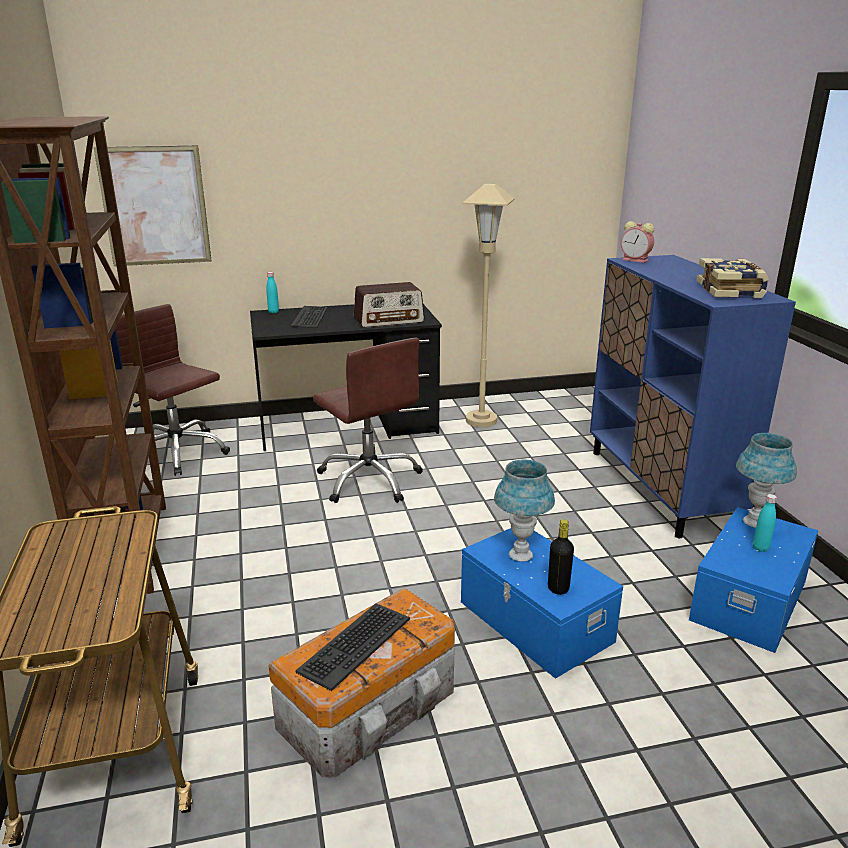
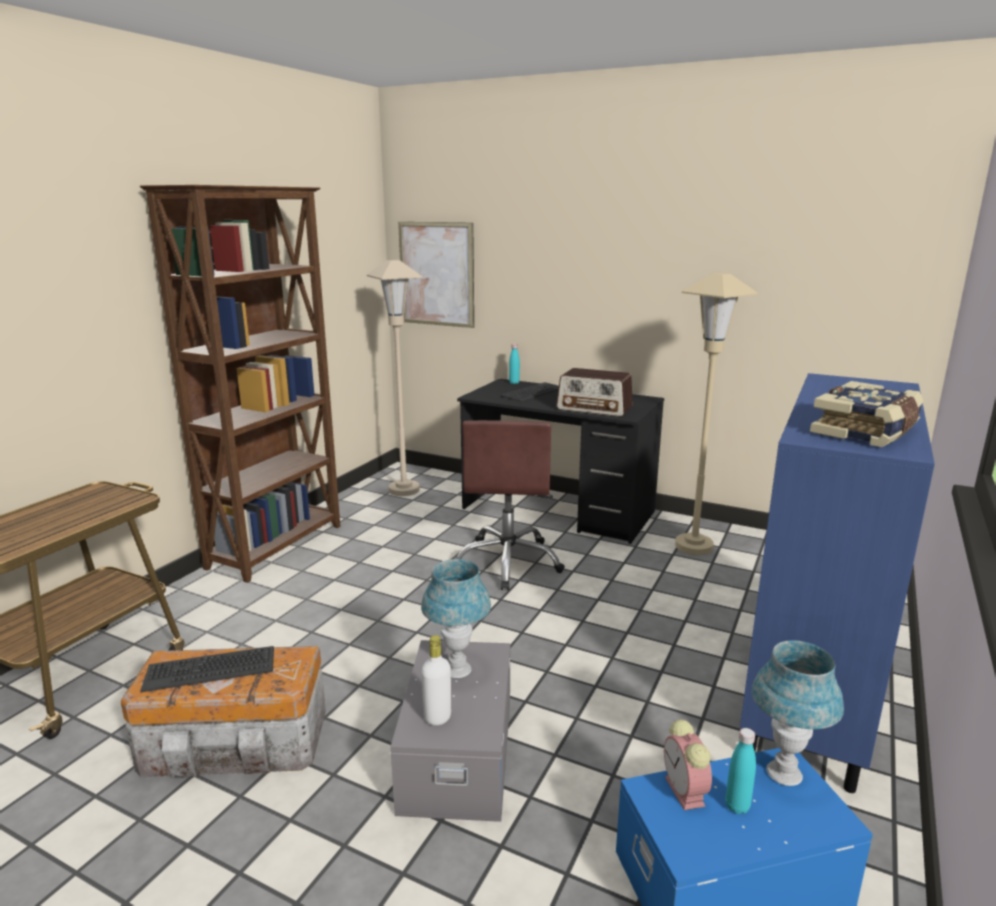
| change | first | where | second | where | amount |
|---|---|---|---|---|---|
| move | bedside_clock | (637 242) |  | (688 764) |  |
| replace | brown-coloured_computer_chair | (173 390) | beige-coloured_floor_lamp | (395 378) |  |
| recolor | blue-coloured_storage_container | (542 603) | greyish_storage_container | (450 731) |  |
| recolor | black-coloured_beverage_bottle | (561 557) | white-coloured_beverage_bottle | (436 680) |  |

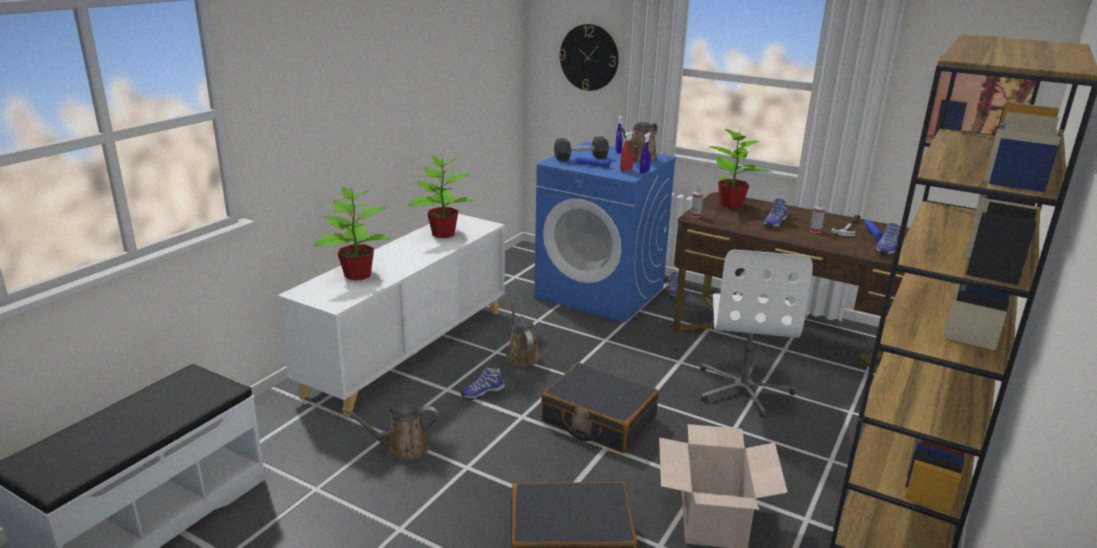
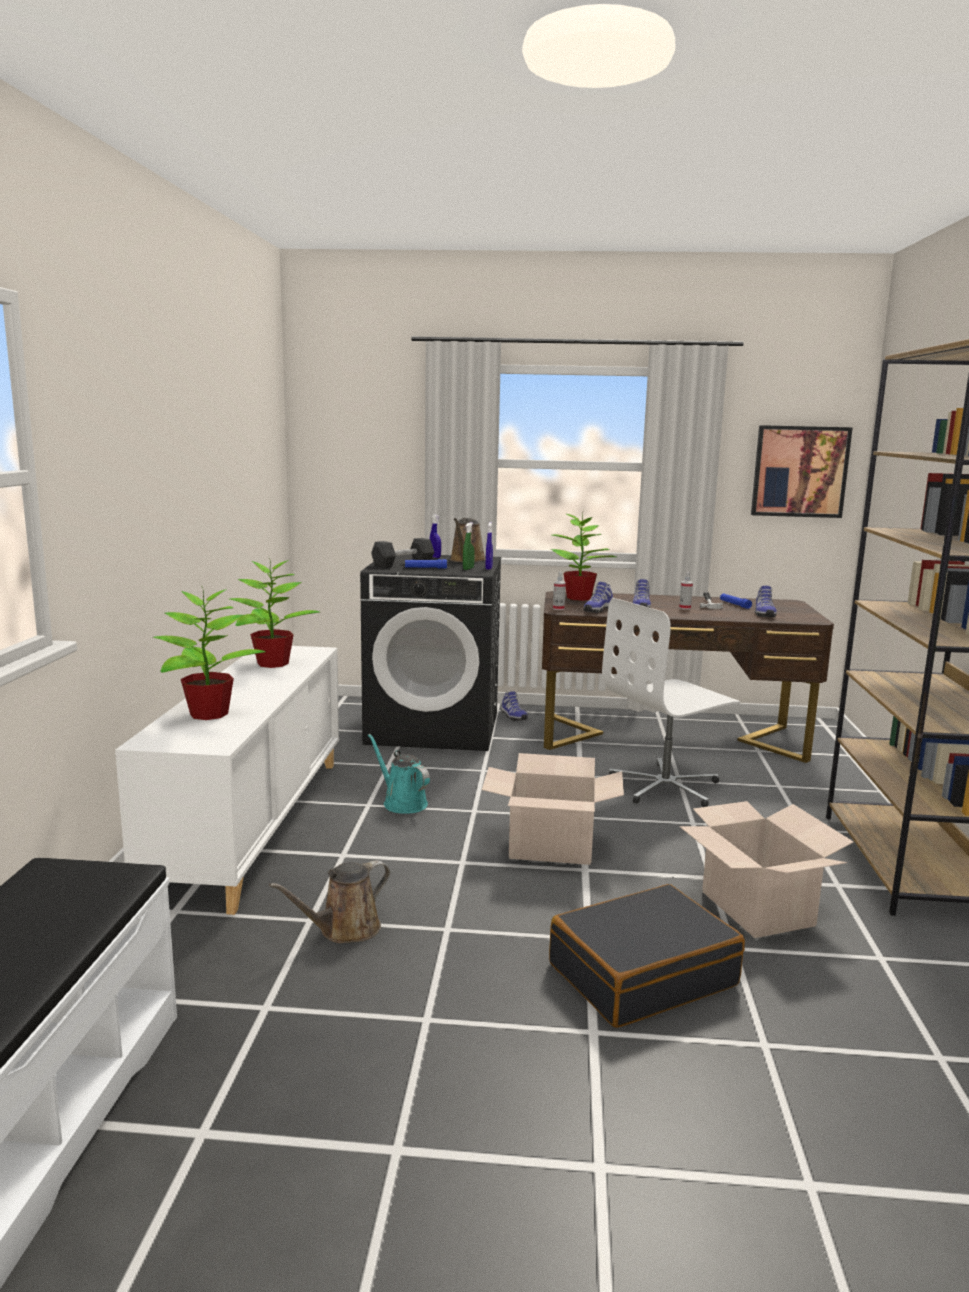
| change | first | where | second | where | amount |
|---|---|---|---|---|---|
| delete | clock_on_the_wall | (589 57) |  |  |  |
| move | shoe | (483 384) |  | (598 597) |  |
| replace | black-coloured_piece_of_luggage | (600 408) | packing_box | (553 809) |  |
| recolor | brown-coloured_watering_pot | (523 332) | turquoise-coloured_watering_pot | (399 774) |  |
| recolor | blue-coloured_laundry_machine | (605 232) | black-coloured_laundry_machine | (430 652) |  |
| recolor | reddish_hand_sprayer | (627 151) | green_hand_sprayer | (469 546) |  |
| rotate | white-coloured_computer_chair | (757 333) |  | (671 702) | 75 degrees clockwise |

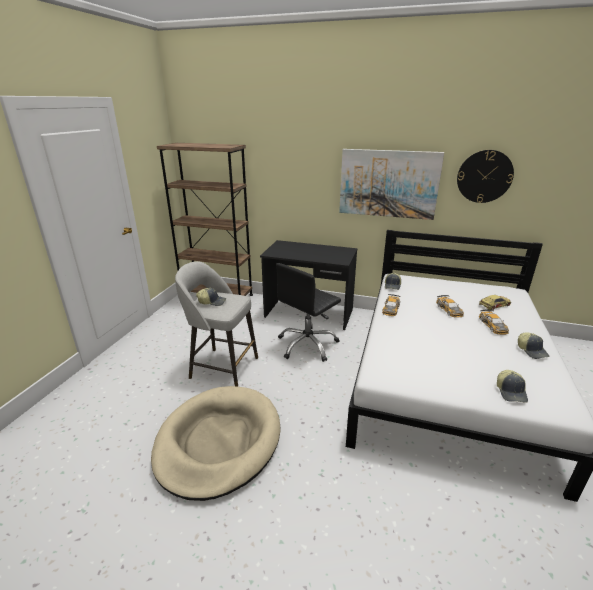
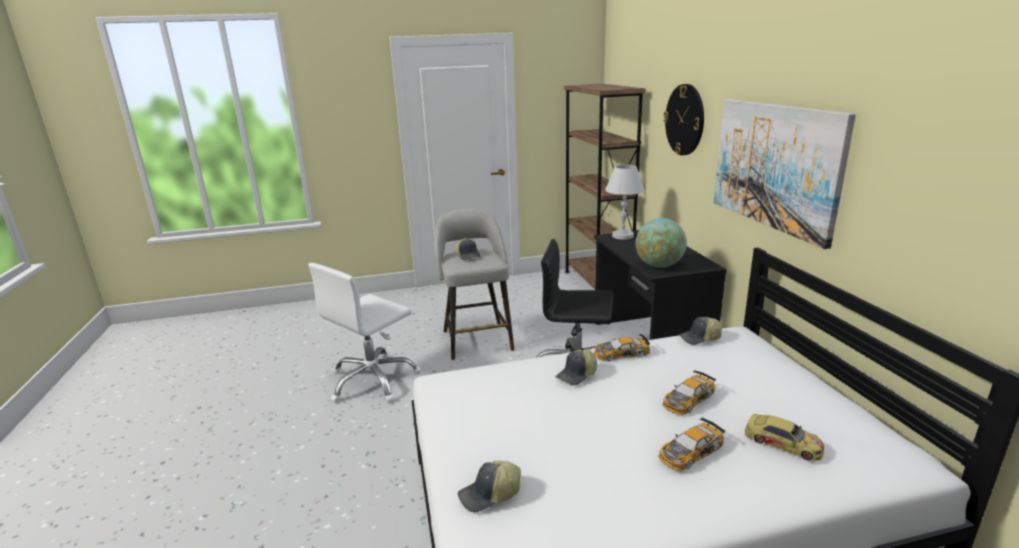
| change | first | where | second | where | amount |
|---|---|---|---|---|---|
| insert |  |  | white-coloured_lamp_for_a_table | (625 202) |  |
| insert |  |  | globe | (661 243) |  |
| move | clock_on_the_wall | (485 176) |  | (683 119) |  |
| move | cap | (534 346) |  | (576 367) |  |
| replace | beige-coloured_dog_bed | (215 443) | white-coloured_computer_chair | (364 333) |  |

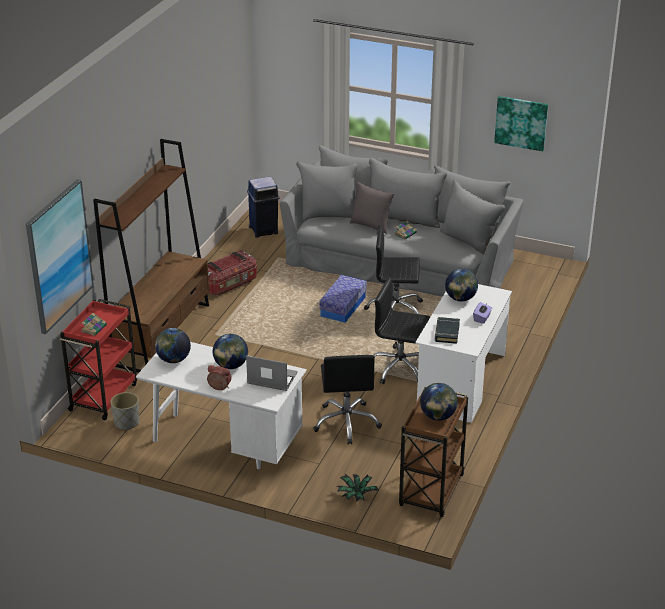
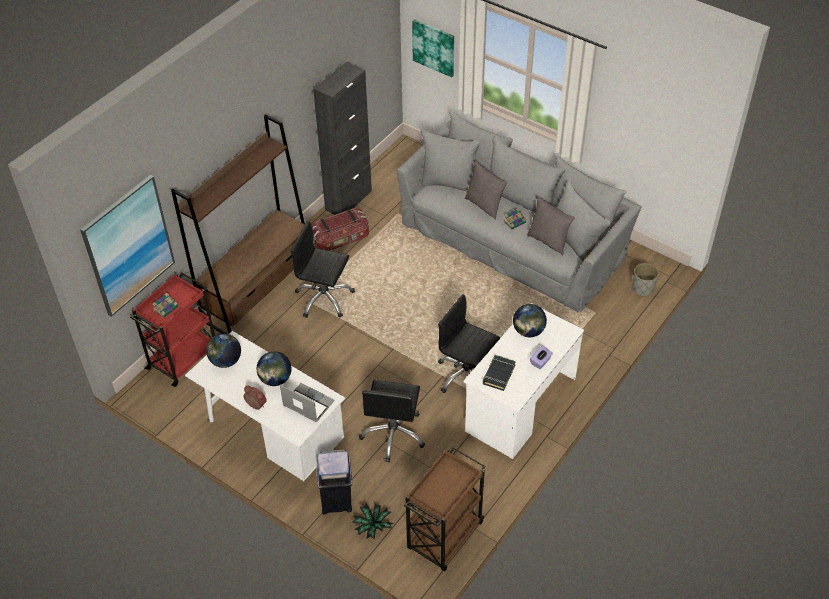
| change | first | where | second | where | amount |
|---|---|---|---|---|---|
| delete | storage_container | (343 299) |  |  |  |
| delete | globe | (439 402) |  |  |  |
| insert |  |  | black-coloured_cabinet | (342 138) |  |
| insert |  |  | greyish_pillow | (551 226) |  |
| move | greyish_flower_pot | (125 411) |  | (645 279) |  |
| move | blue-coloured_rubbish_bin | (263 207) |  | (334 481) |  |
| move | black-coloured_computer_chair | (393 269) |  | (322 269) |  |
| move | wall_picture | (521 123) |  | (433 48) |  |

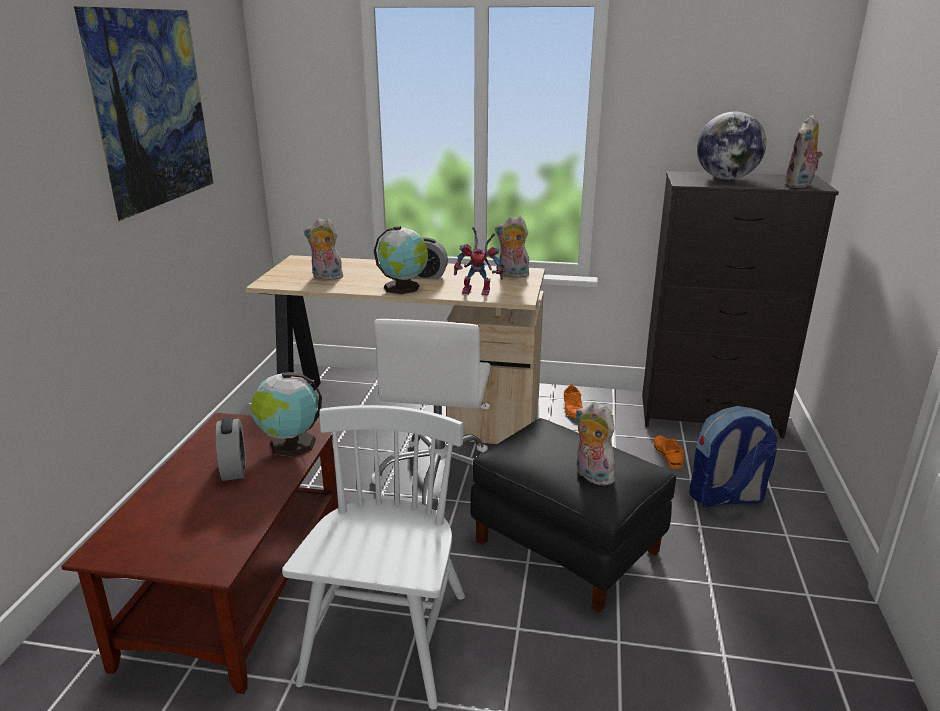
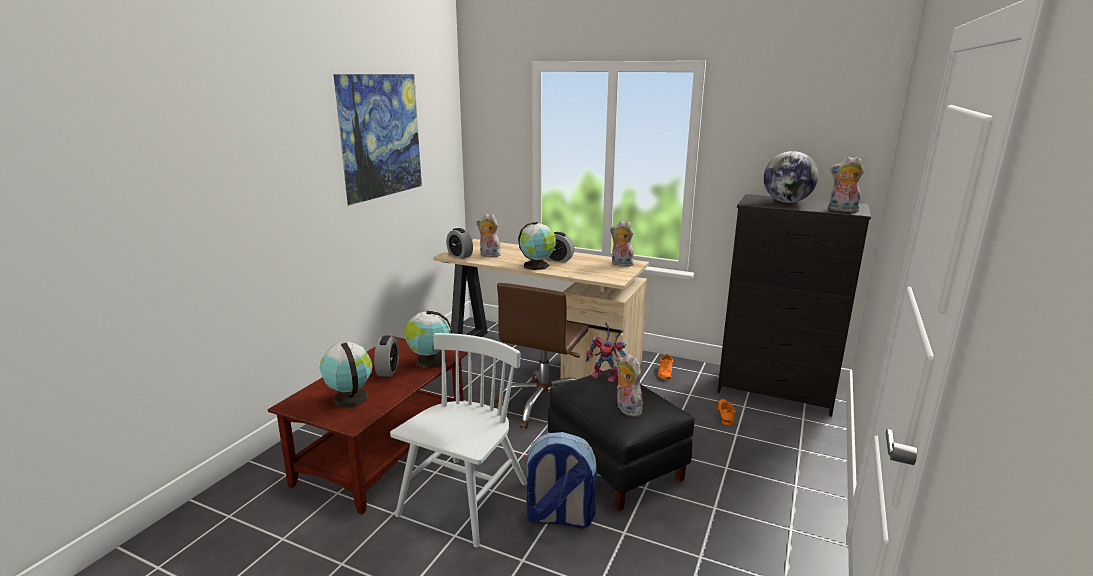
| change | first | where | second | where | amount |
|---|---|---|---|---|---|
| insert |  |  | globe | (346 375) |  |
| insert |  |  | bedside_clock | (459 243) |  |
| move | model_robot | (478 261) |  | (606 352) |  |
| move | knapsack | (733 456) |  | (560 480) |  |
| recolor | white-coloured_computer_chair | (431 412) | brown-coloured_computer_chair | (542 356) |  |
| rotate | plush_toy | (803 151) |  | (846 184) | 60 degrees clockwise |

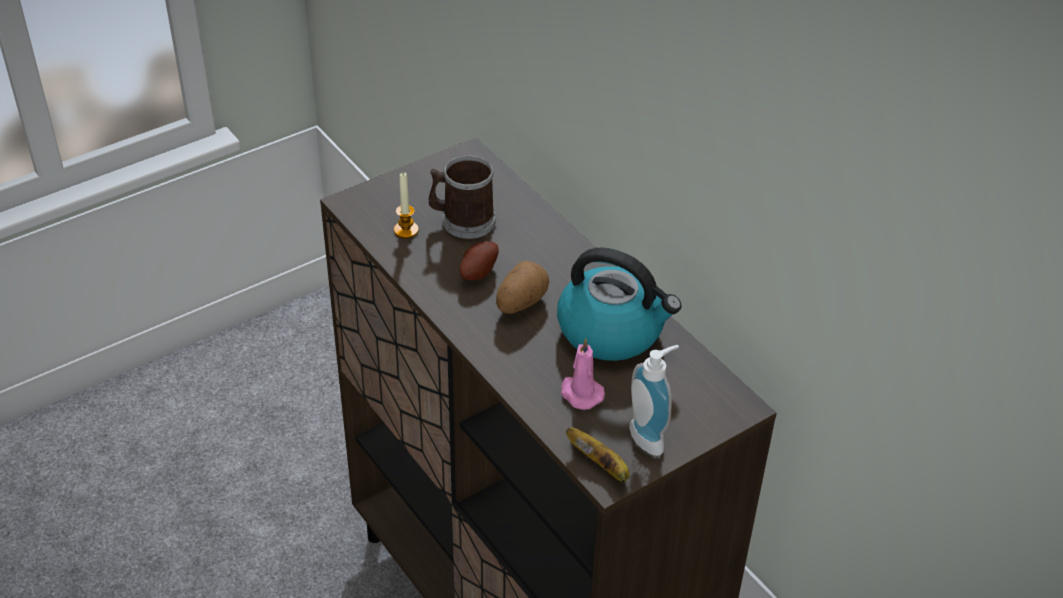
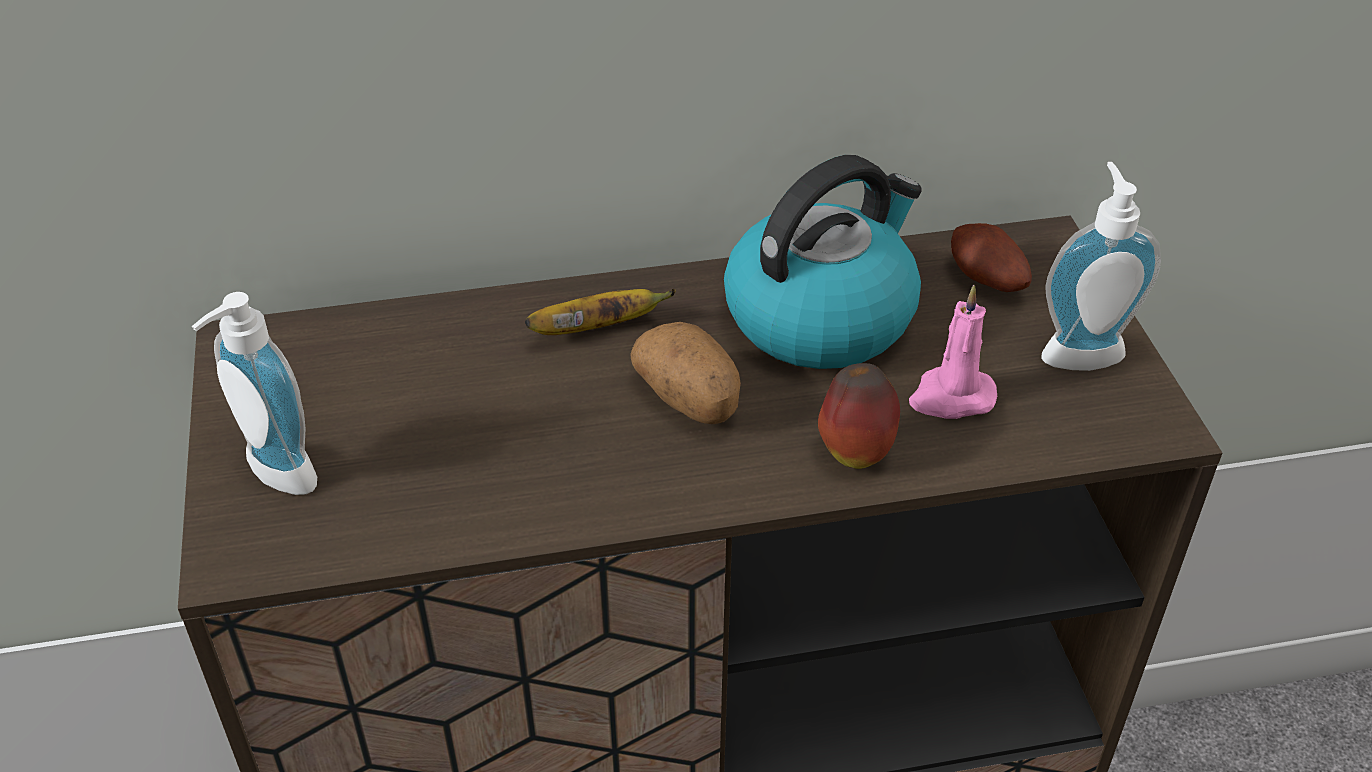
| change | first | where | second | where | amount |
|---|---|---|---|---|---|
| delete | wax_candle | (406 205) |  |  |  |
| delete | coffee_mug | (462 197) |  |  |  |
| insert |  |  | soap_dispenser | (254 393) |  |
| insert |  |  | whole_apple | (859 416) |  |
| move | spud | (479 261) |  | (991 257) |  |
| move | banana | (598 454) |  | (600 312) |  |

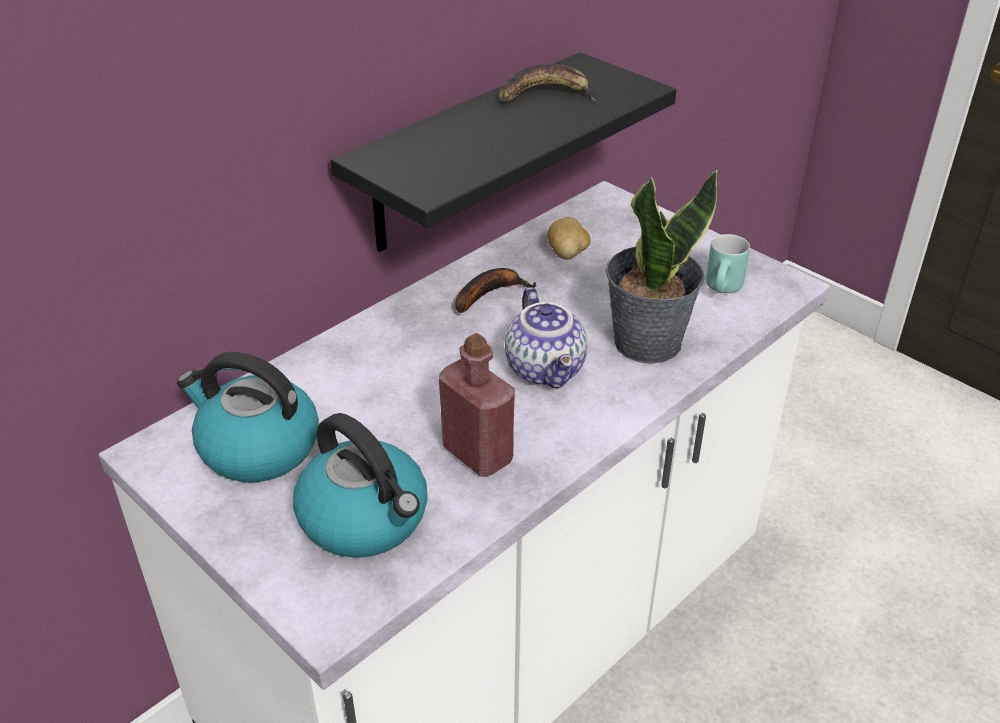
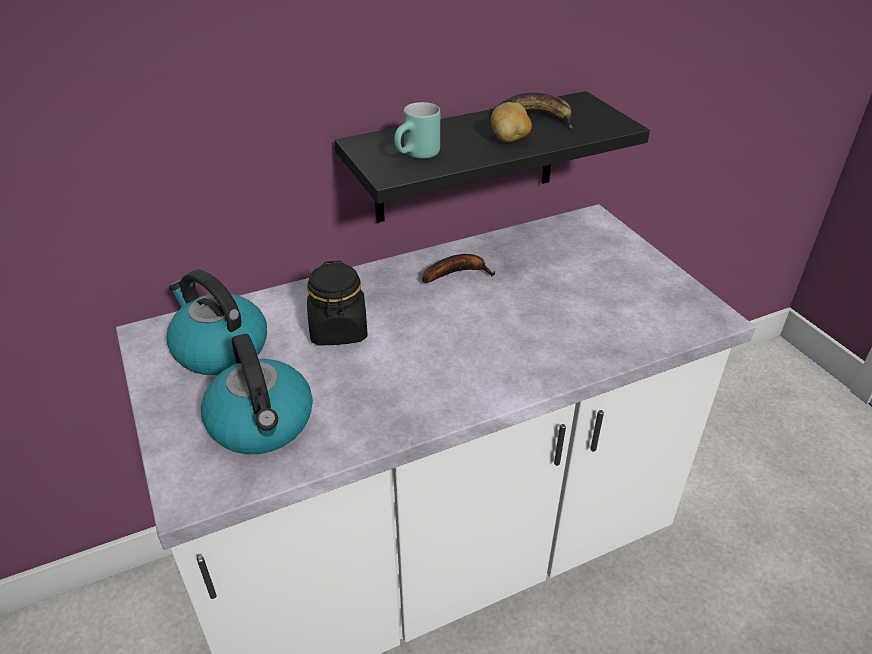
| change | first | where | second | where | amount |
|---|---|---|---|---|---|
| delete | reddish_beverage_bottle | (477 405) |  |  |  |
| delete | pot_for_tea | (546 338) |  |  |  |
| delete | houseplant | (662 267) |  |  |  |
| insert |  |  | black-coloured_jar | (337 303) |  |
| move | spud | (569 238) |  | (511 122) |  |
| move | turquoise-coloured_coffee_mug | (728 263) |  | (417 130) |  |

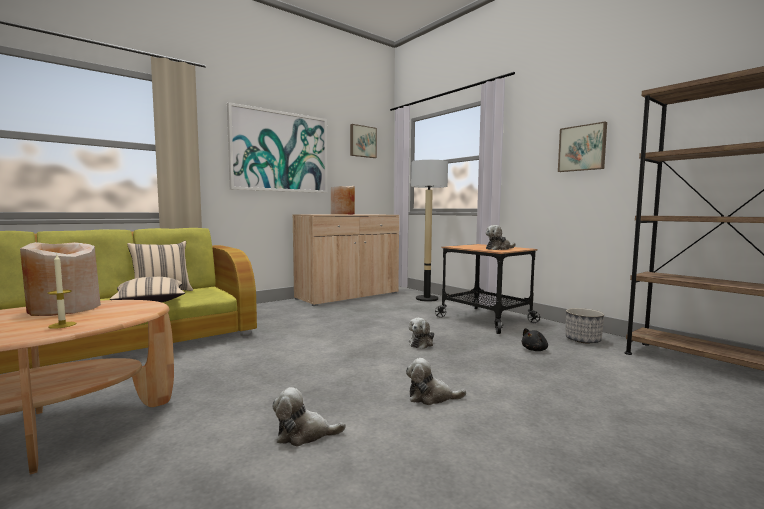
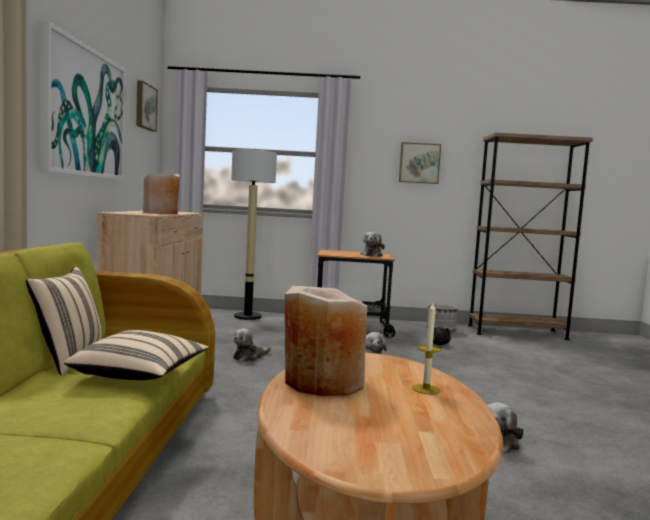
| change | first | where | second | where | amount |
|---|---|---|---|---|---|
| move | plush_toy | (436 381) |  | (252 345) |  |

